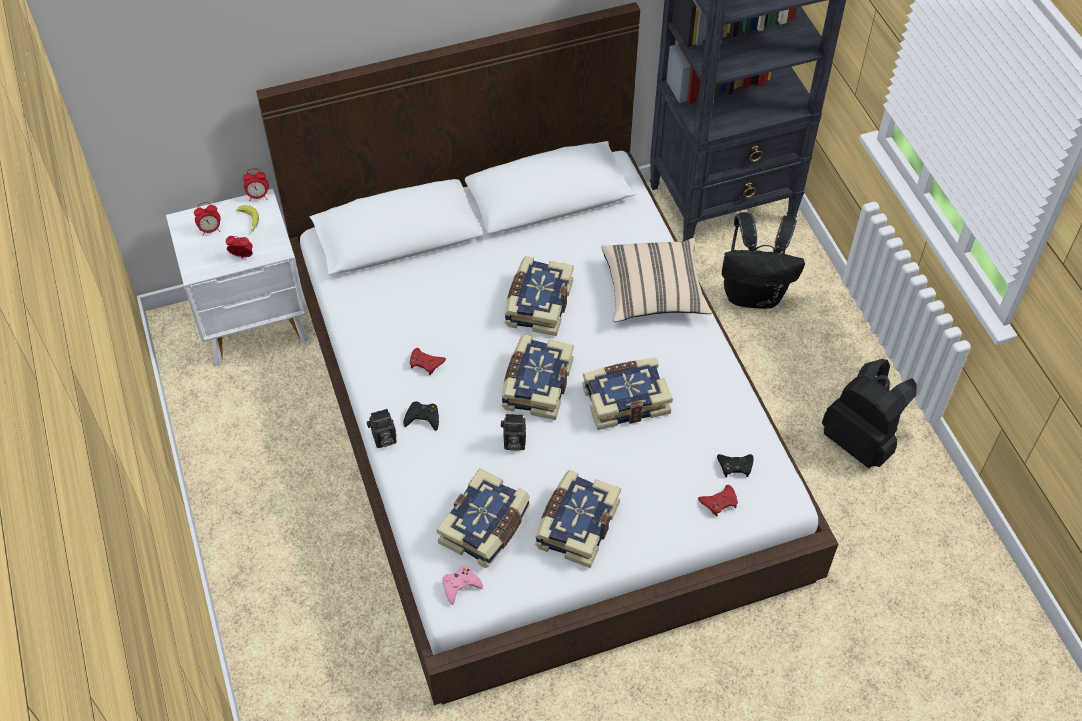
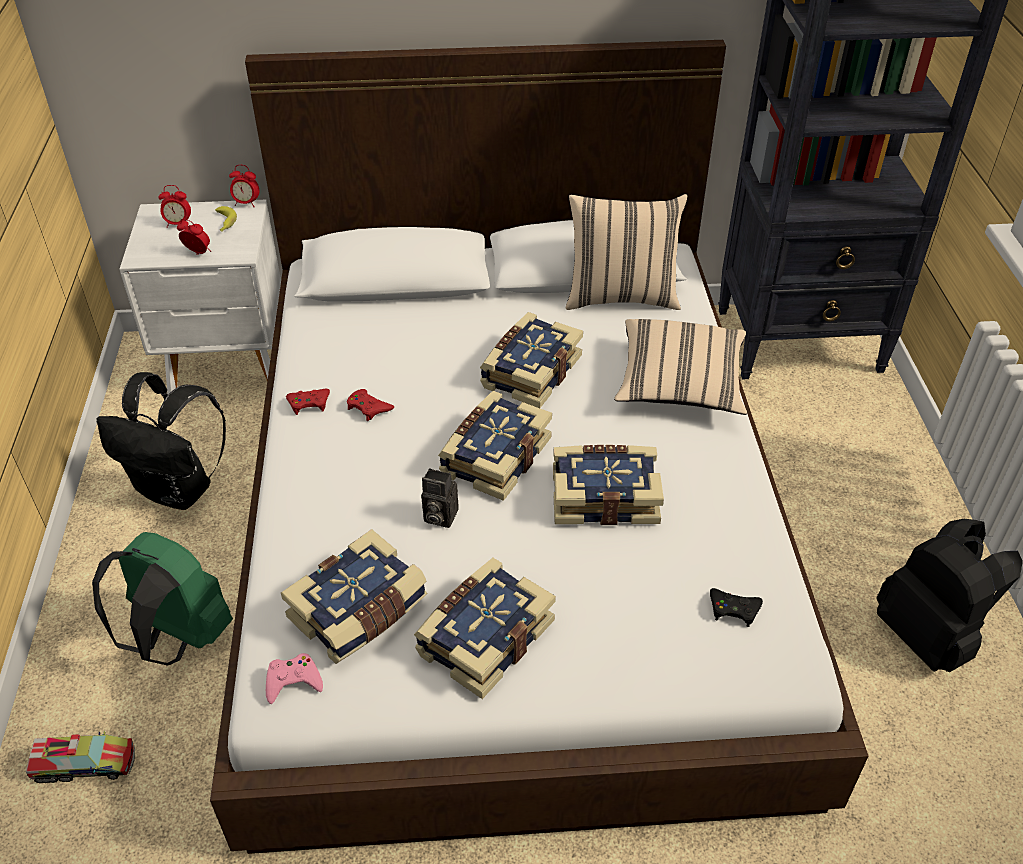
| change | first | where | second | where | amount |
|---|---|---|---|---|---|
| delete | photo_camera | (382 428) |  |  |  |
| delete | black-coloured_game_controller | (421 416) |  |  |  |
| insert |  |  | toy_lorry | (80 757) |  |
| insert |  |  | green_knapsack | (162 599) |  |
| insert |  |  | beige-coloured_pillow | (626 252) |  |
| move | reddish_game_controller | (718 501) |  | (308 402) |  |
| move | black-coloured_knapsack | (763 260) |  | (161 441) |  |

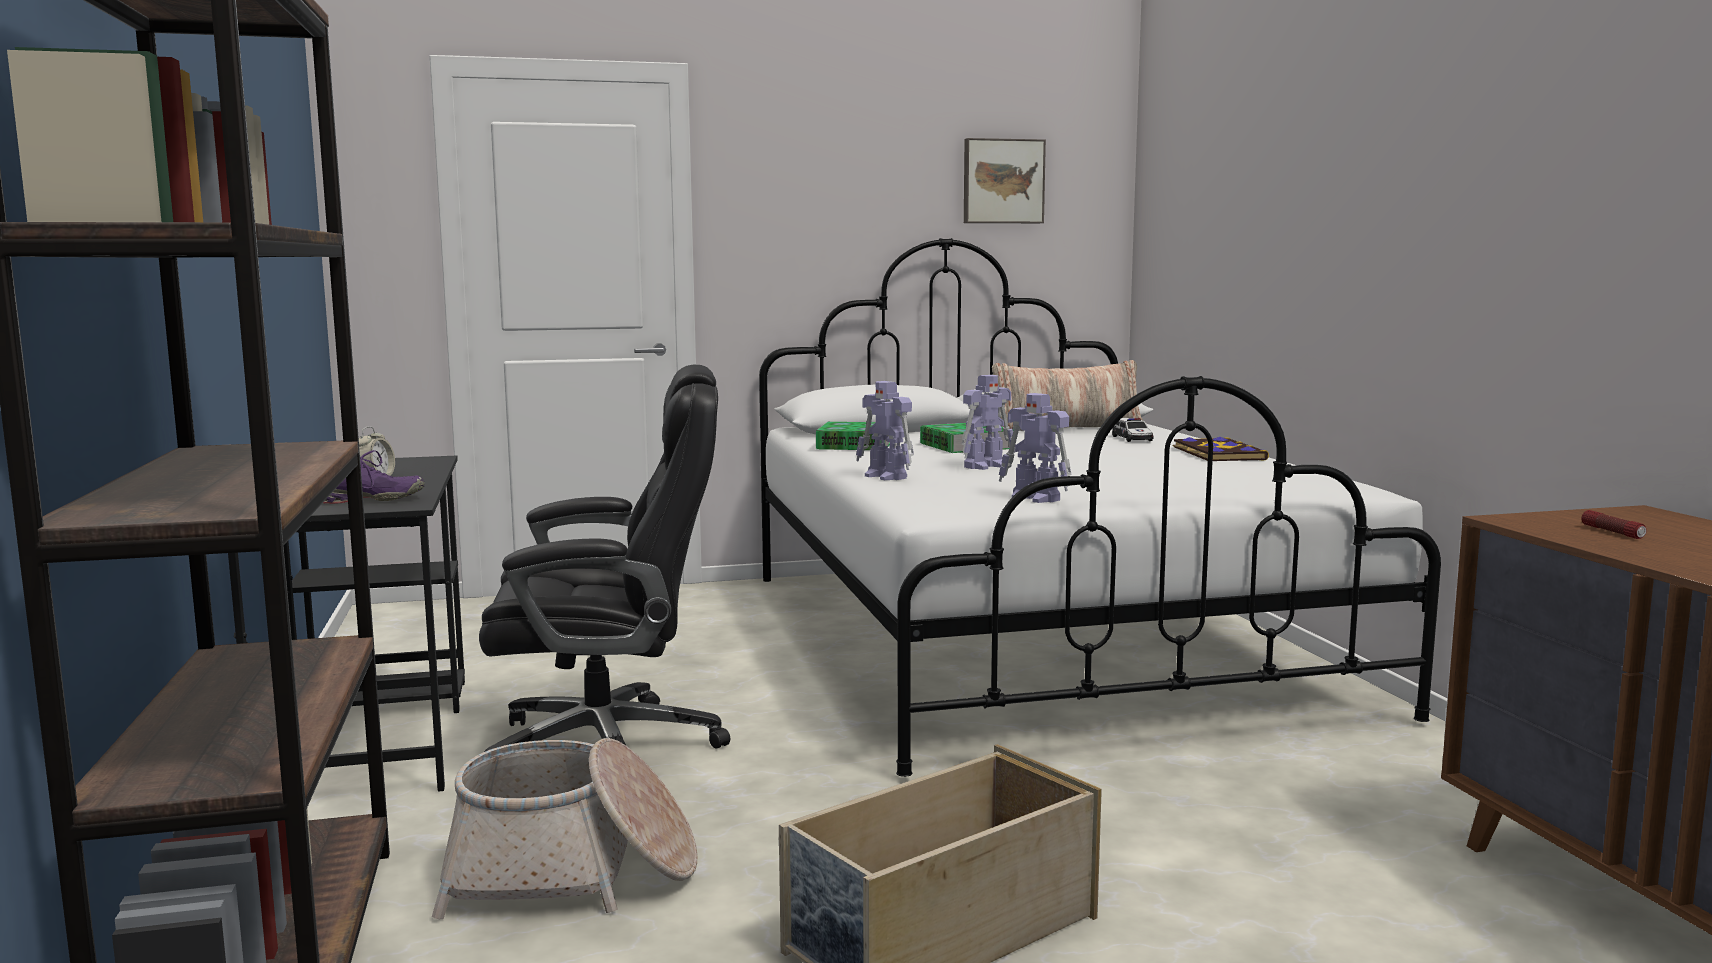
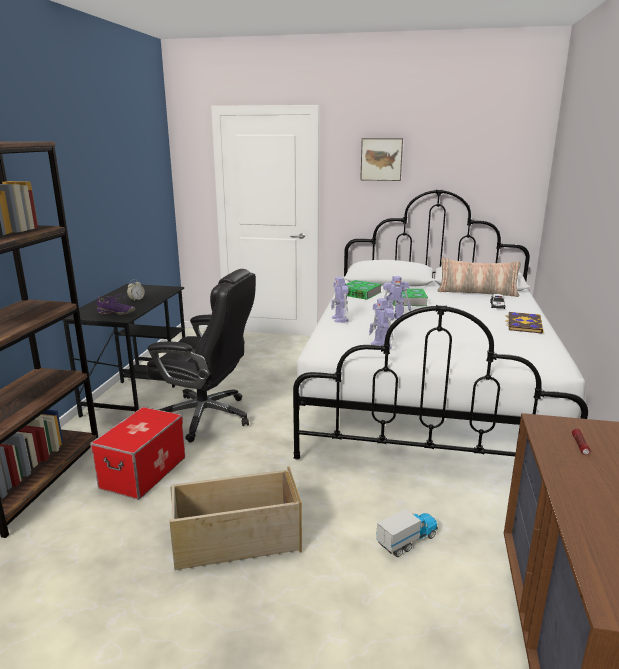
| change | first | where | second | where | amount |
|---|---|---|---|---|---|
| insert |  |  | toy_lorry | (407 533) |  |
| move | wall_picture | (1005 180) |  | (381 159) |  |
| replace | storage_basket | (564 828) | storage_container | (137 453) |  |

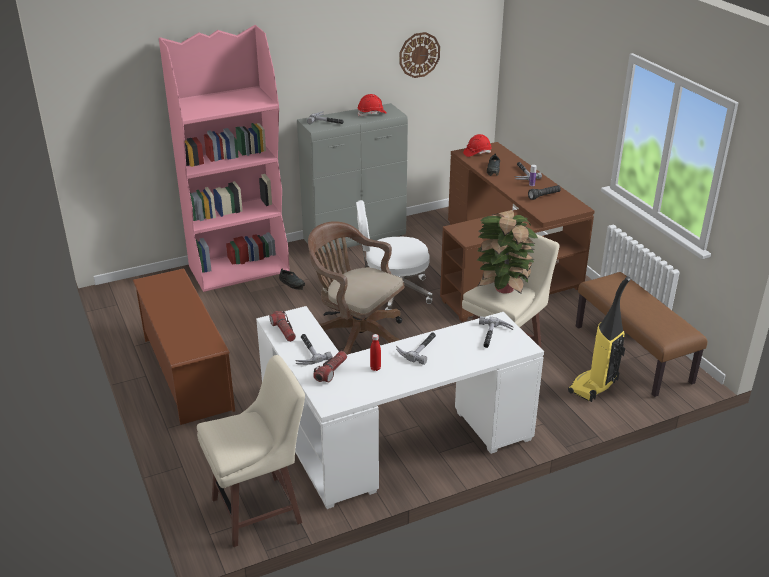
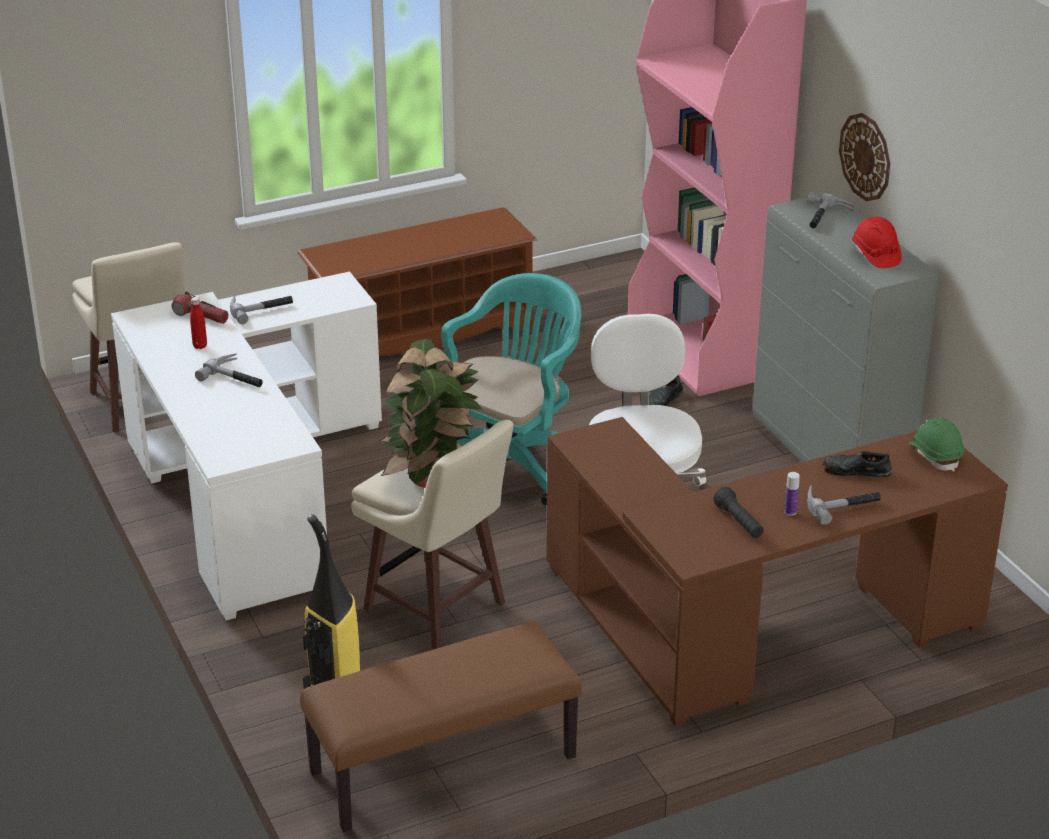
| change | first | where | second | where | amount |
|---|---|---|---|---|---|
| delete | torch | (282 326) |  |  |  |
| delete | hammer | (496 332) |  |  |  |
| move | clock_on_the_wall | (419 55) |  | (864 157) |  |
| recolor | brown-coloured_computer_chair | (356 288) | turquoise-coloured_computer_chair | (511 389) |  |
| recolor | reddish_work_helmet | (477 145) | green_work_helmet | (936 445) |  |

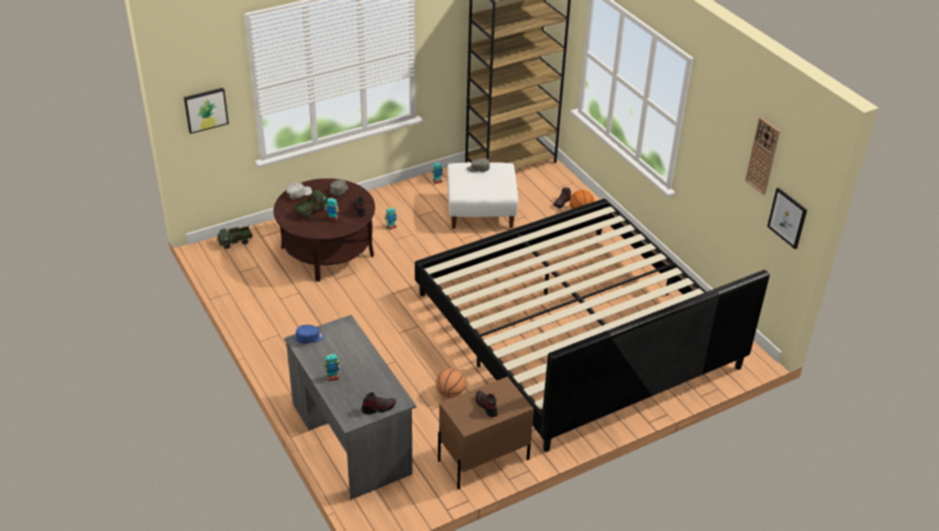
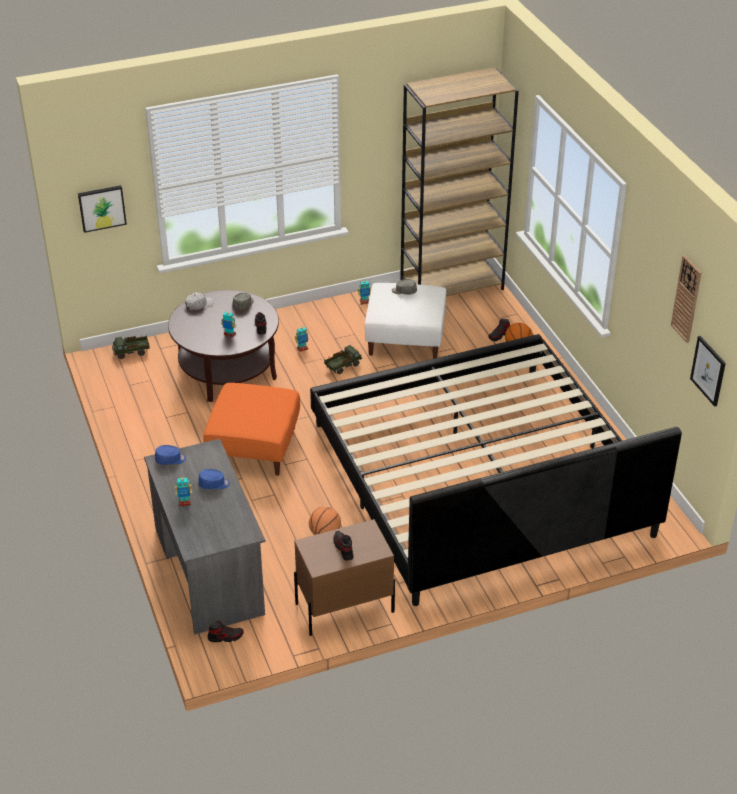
| change | first | where | second | where | amount |
|---|---|---|---|---|---|
| insert |  |  | blue-coloured_cap | (214 479) |  |
| insert |  |  | orange_pouffe | (251 429) |  |
| move | toy_lorry | (311 204) |  | (343 359) |  |
| move | shoe | (378 403) |  | (225 631) |  |

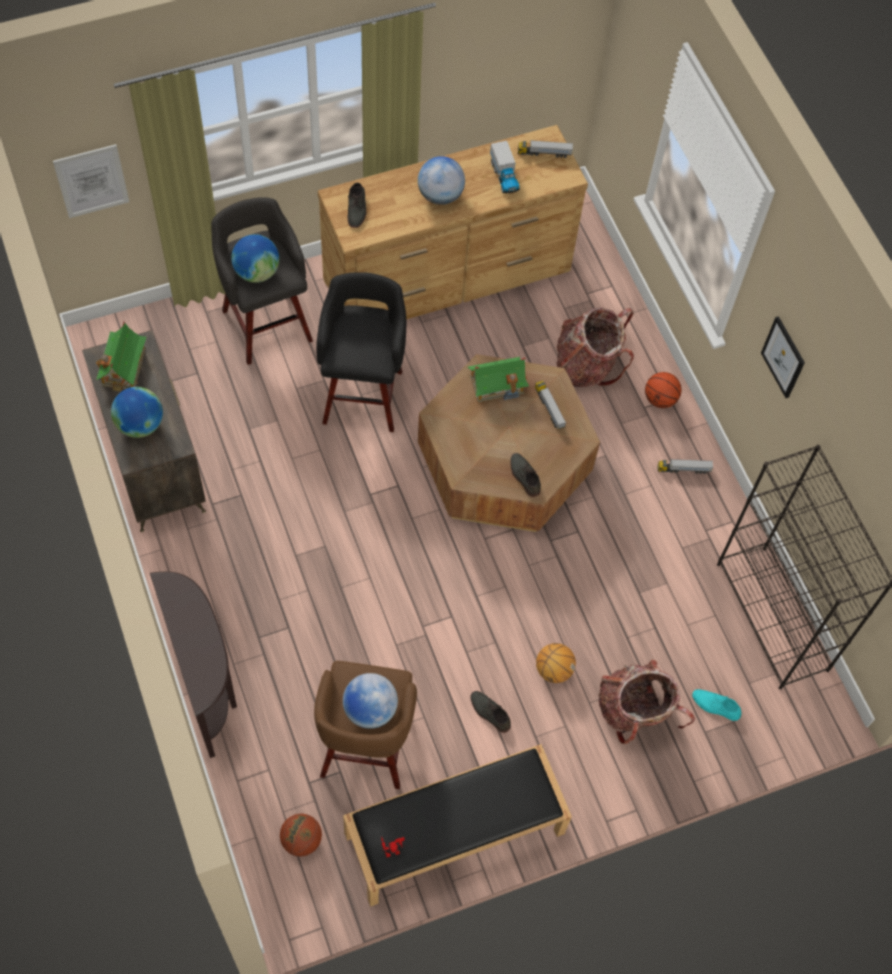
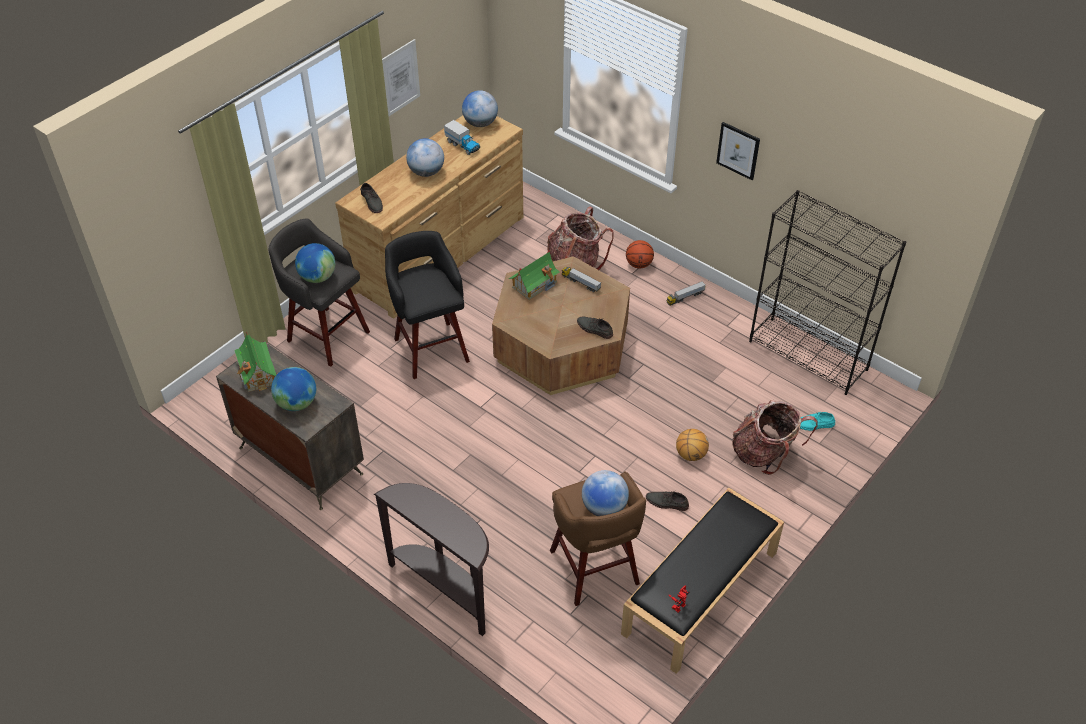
| change | first | where | second | where | amount |
|---|---|---|---|---|---|
| delete | basketball_ball | (301 835) |  |  |  |
| move | wall_picture | (91 181) |  | (401 77) |  |
| replace | toy_lorry | (545 149) | globe | (480 108) |  |

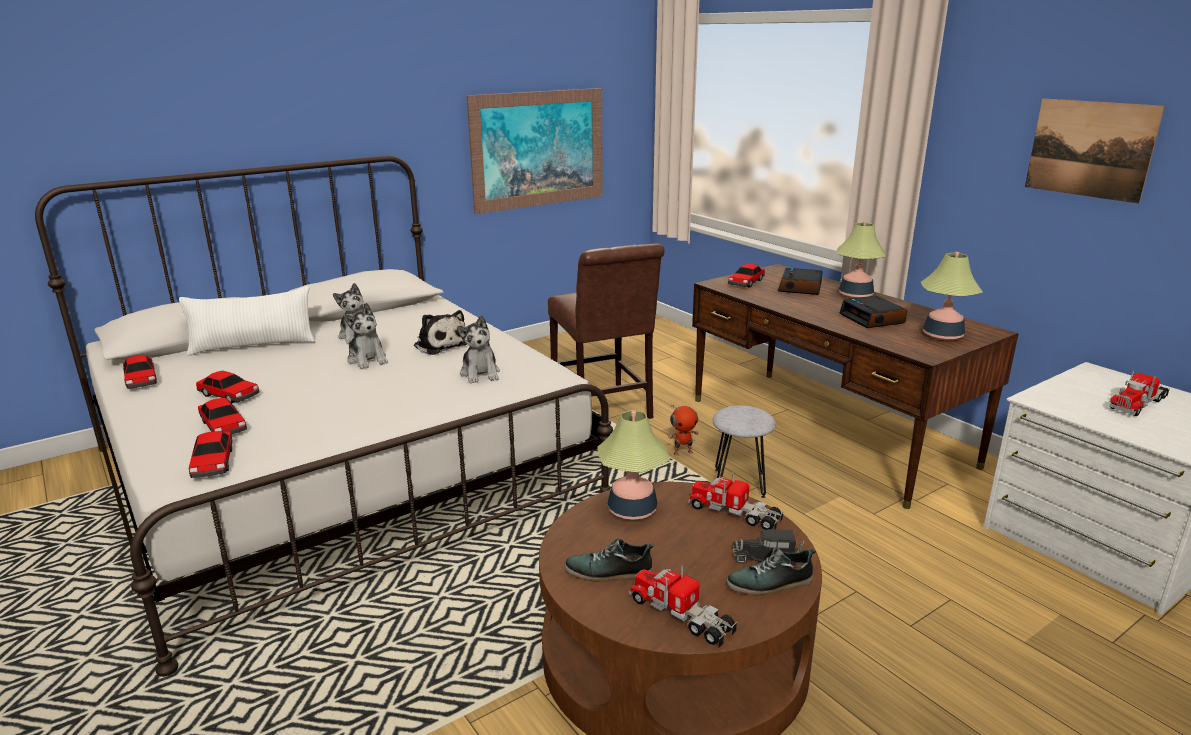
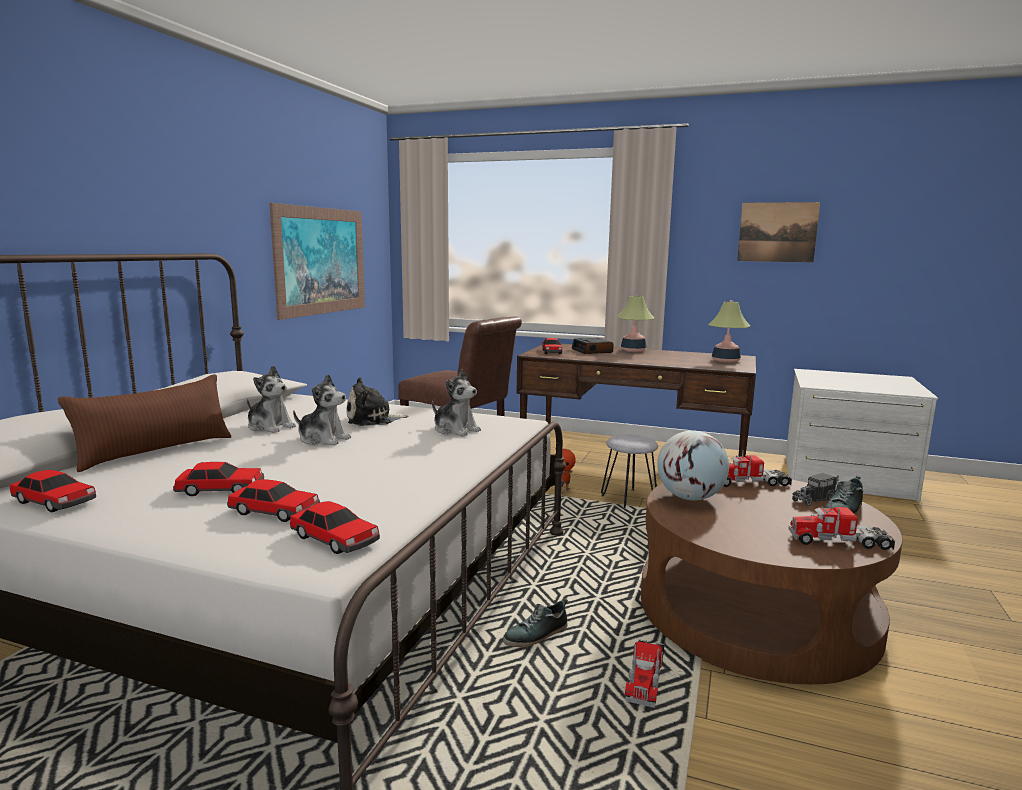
| change | first | where | second | where | amount |
|---|---|---|---|---|---|
| delete | bedside_clock | (873 312) |  |  |  |
| move | shoe | (609 560) |  | (535 622) |  |
| move | toy_lorry | (1139 393) |  | (645 673) |  |
| replace | lamp_for_a_table | (634 465) | globe | (693 466) |  |
| recolor | white-coloured_pillow | (247 321) | brown-coloured_pillow | (144 423) |  |
| rotate | plush_toy | (440 332) |  | (377 402) | 150 degrees clockwise |

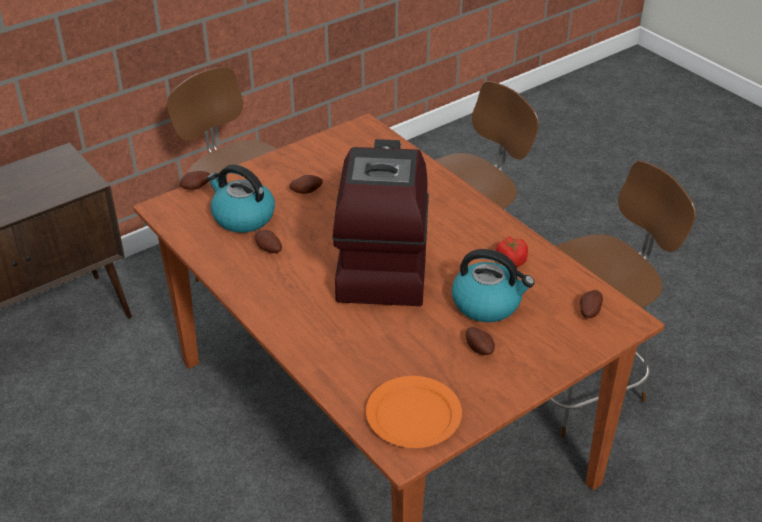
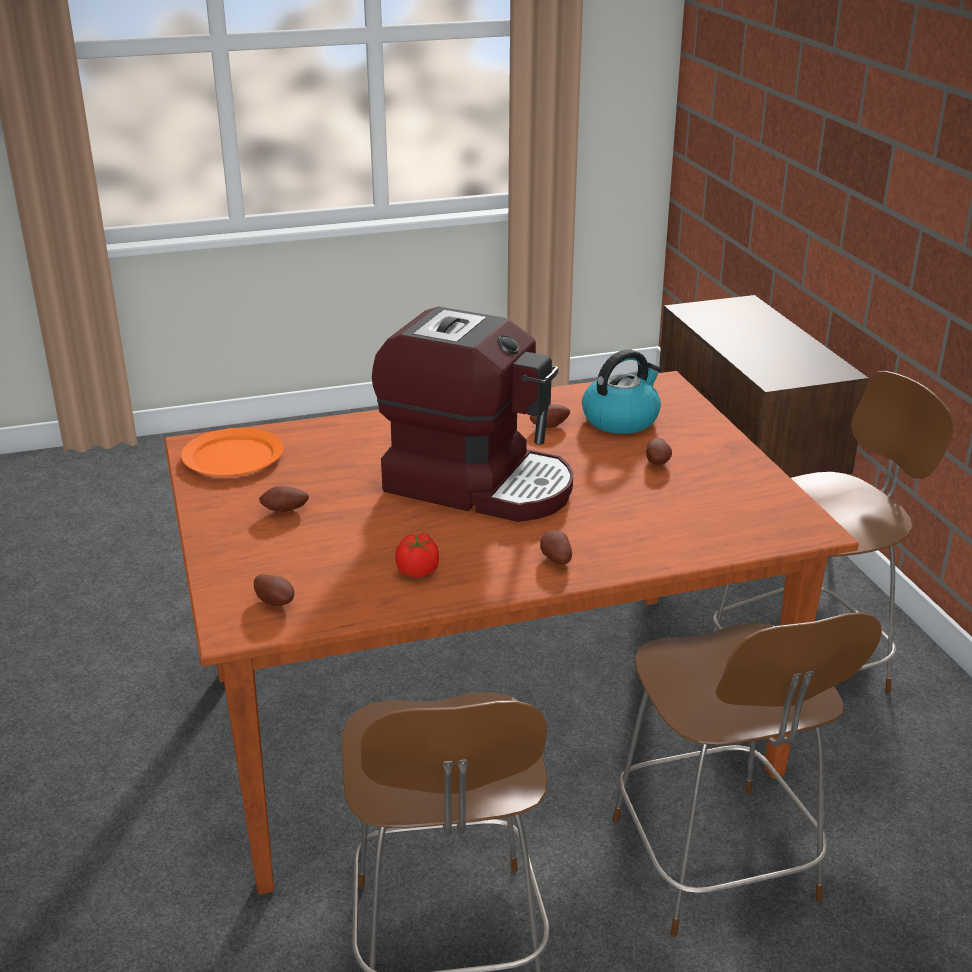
| change | first | where | second | where | amount |
|---|---|---|---|---|---|
| delete | water_kettle | (493 285) |  |  |  |
| move | spud | (194 180) |  | (556 547) |  |

